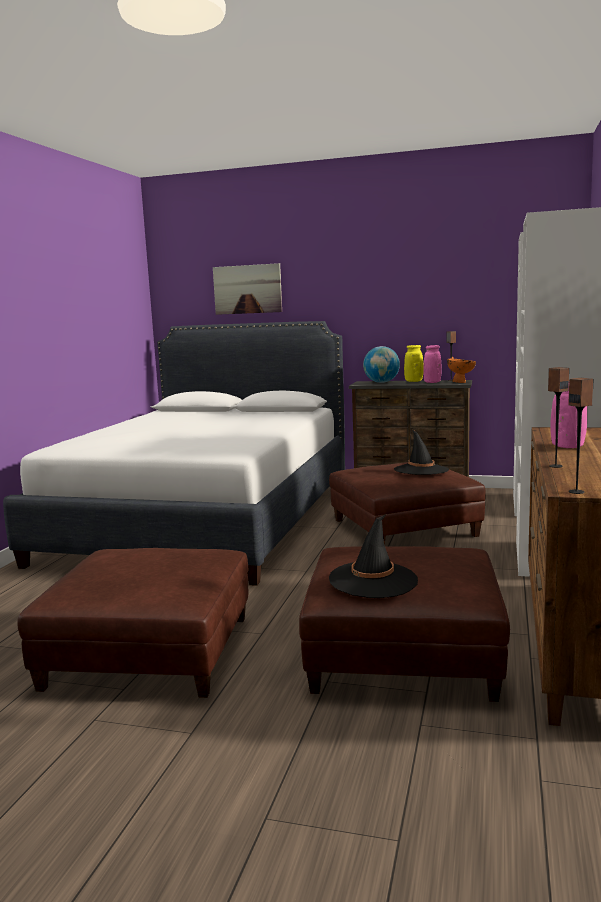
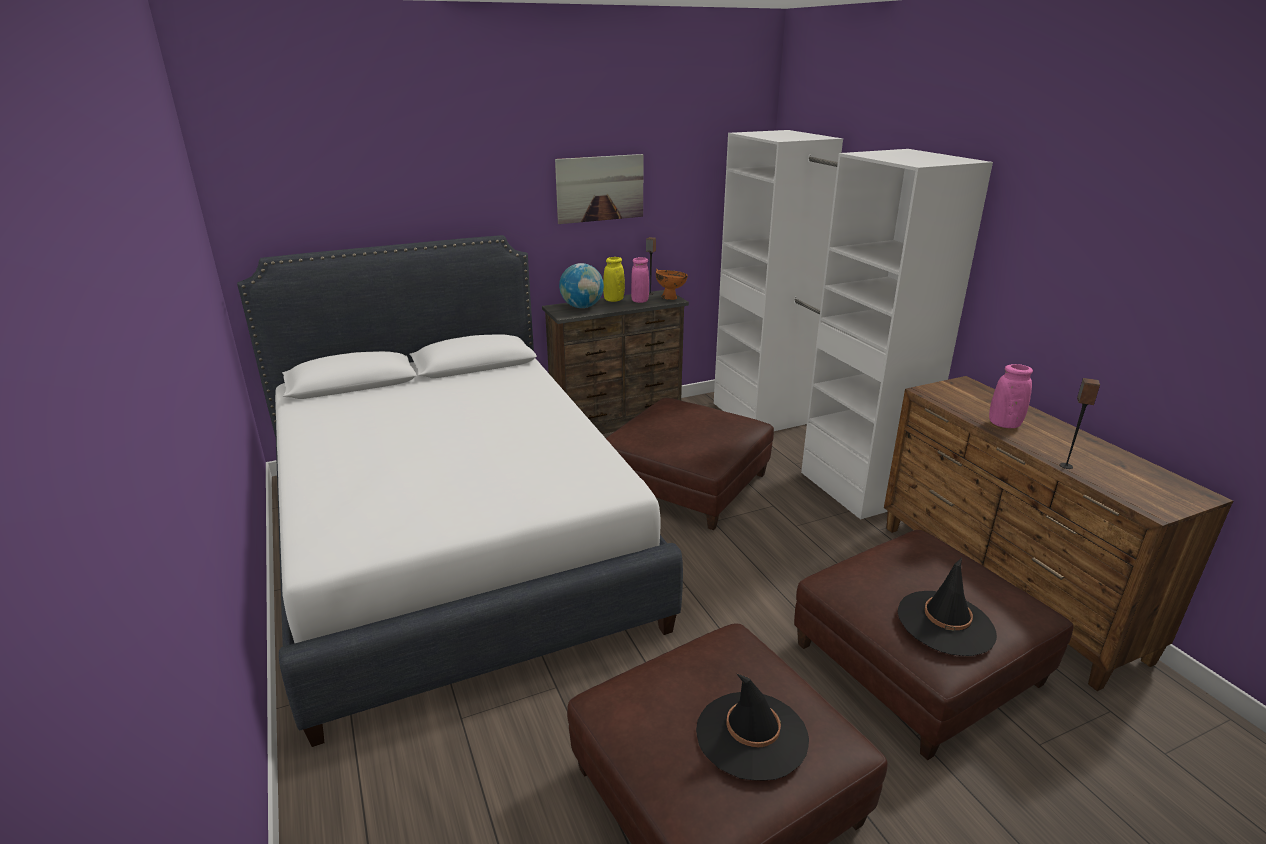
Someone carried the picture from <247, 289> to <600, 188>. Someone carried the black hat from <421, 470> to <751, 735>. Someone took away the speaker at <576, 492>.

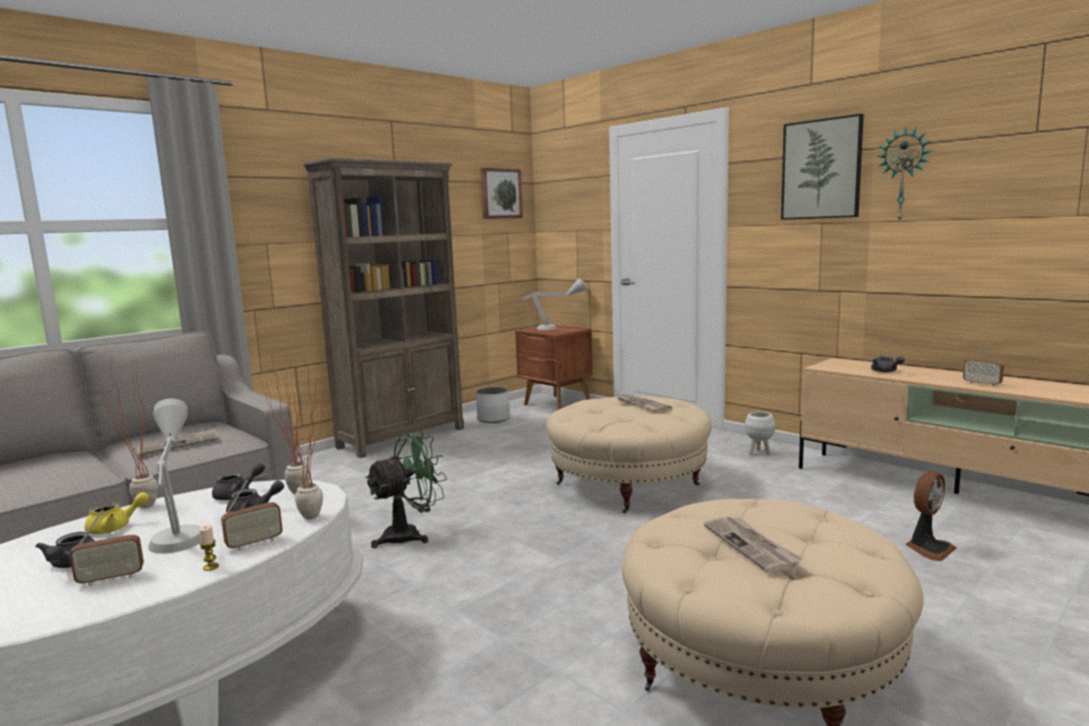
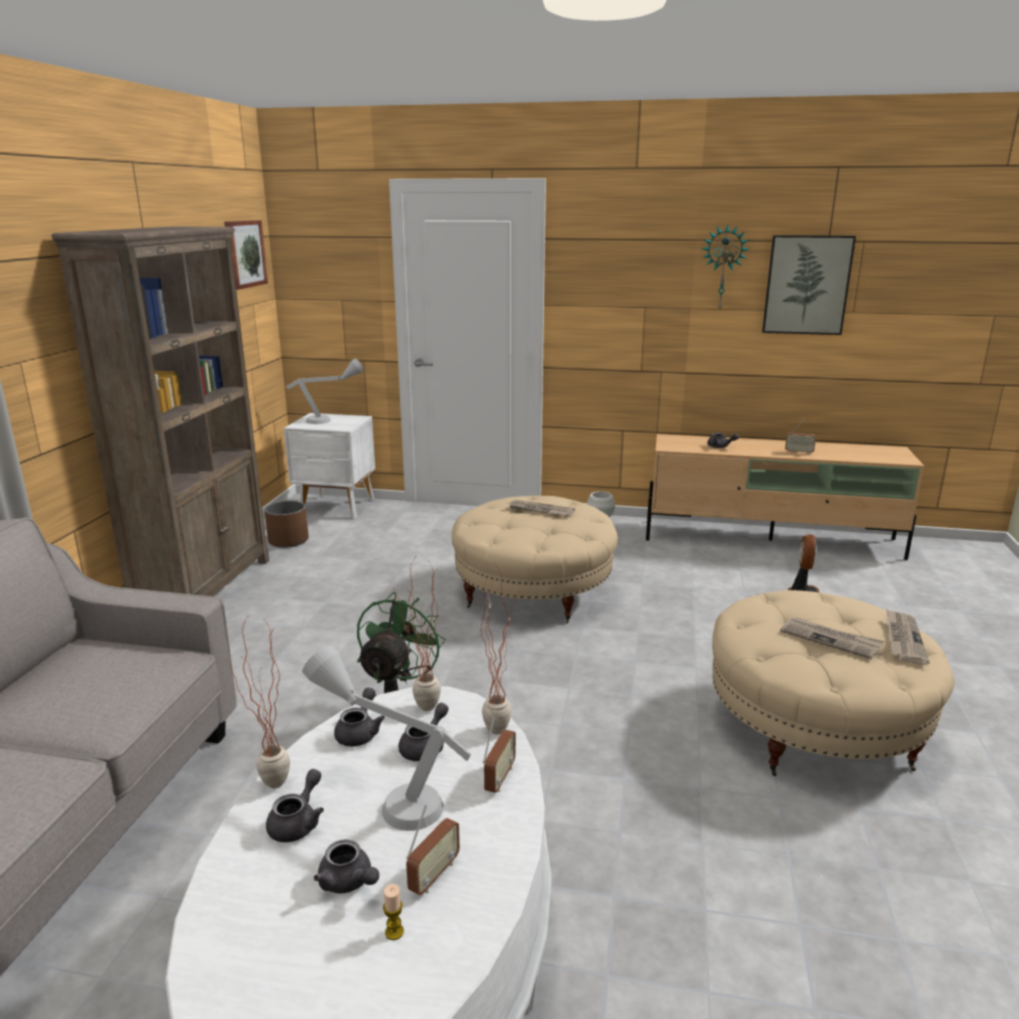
Someone repainted the white planter at <494, 419>, which became the brown planter at <289, 540>. Someone repainted the yellow teapot at <115, 527>, which became the grey teapot at <298, 822>. Someone repainted the brown nightstand at <557, 404>, which became the white nightstand at <337, 507>. Someone carried the candle from <211, 567> to <394, 932>. Someone carried the picture from <821, 169> to <807, 285>. Someone carried the newspaper from <178, 444> to <903, 639>.

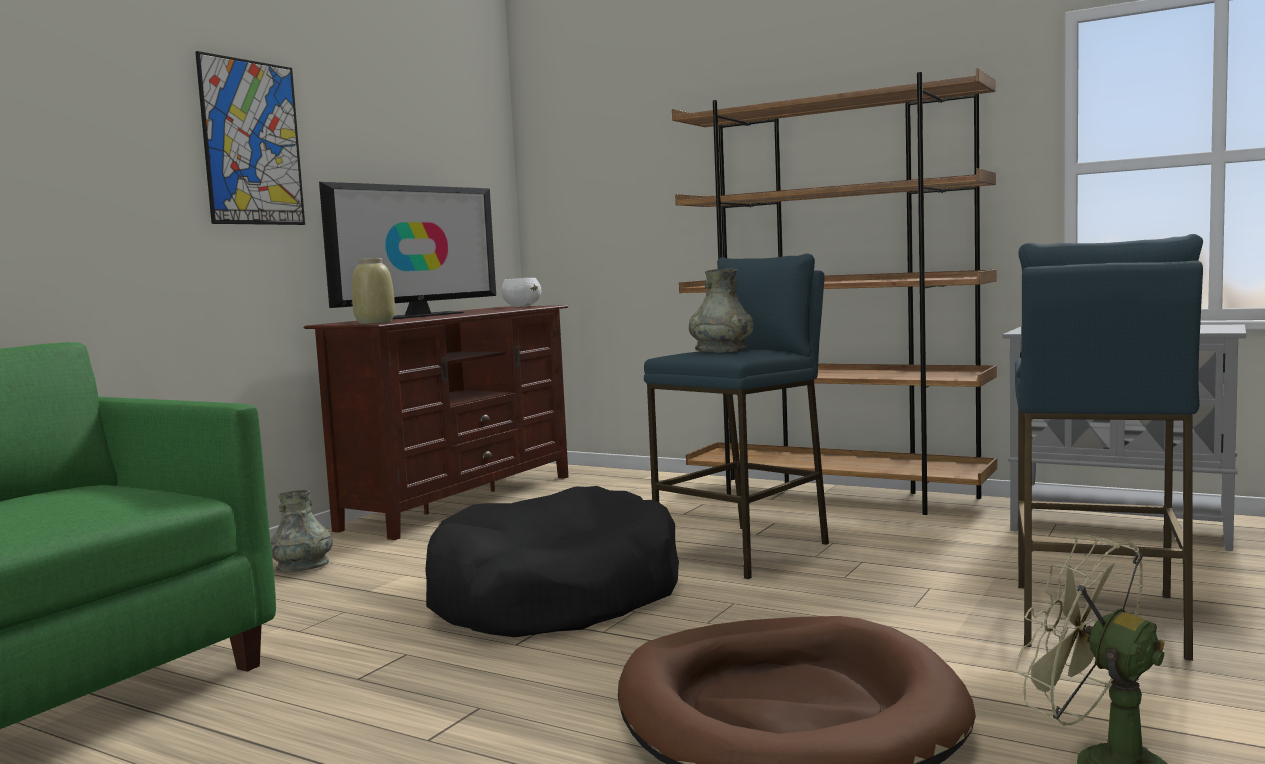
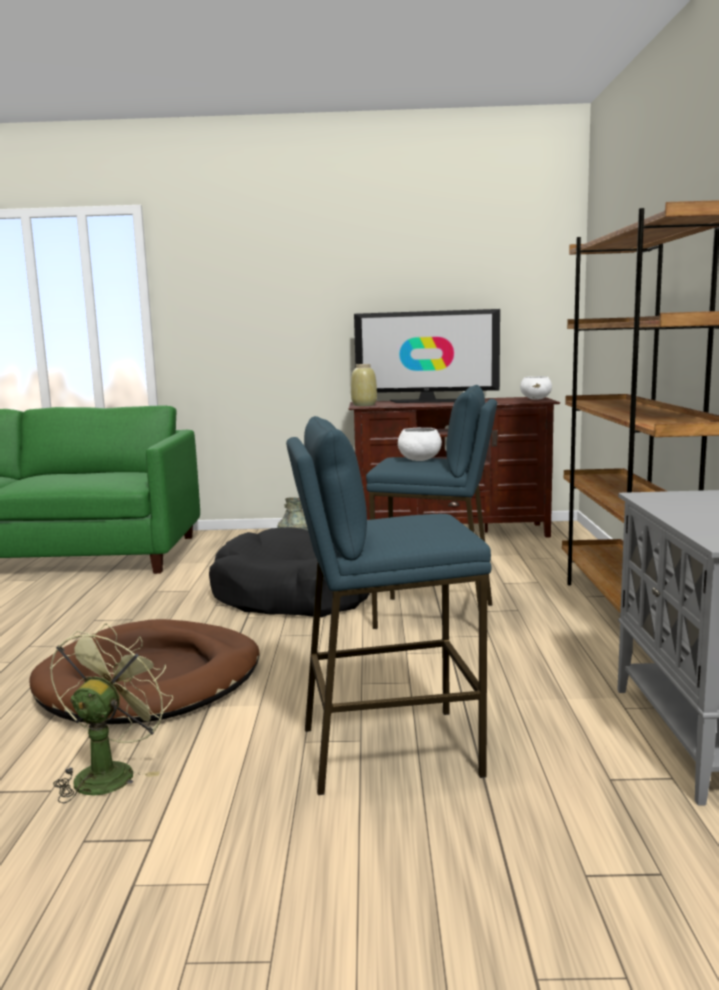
Someone swapped the grey vase at <721, 350> for the white bowl at <419, 460>. Someone took away the picture at <252, 143>.

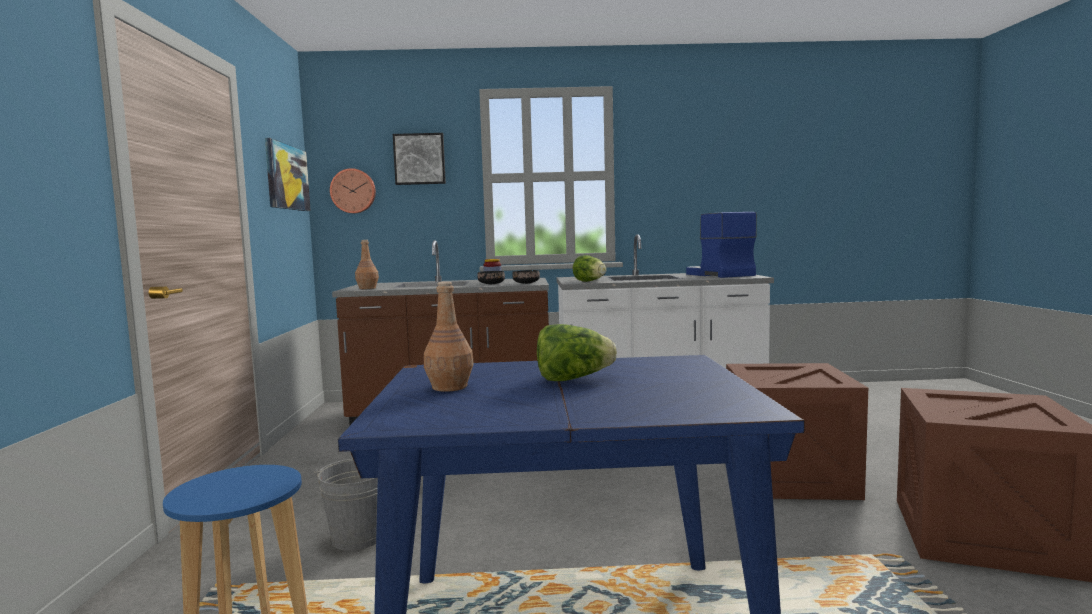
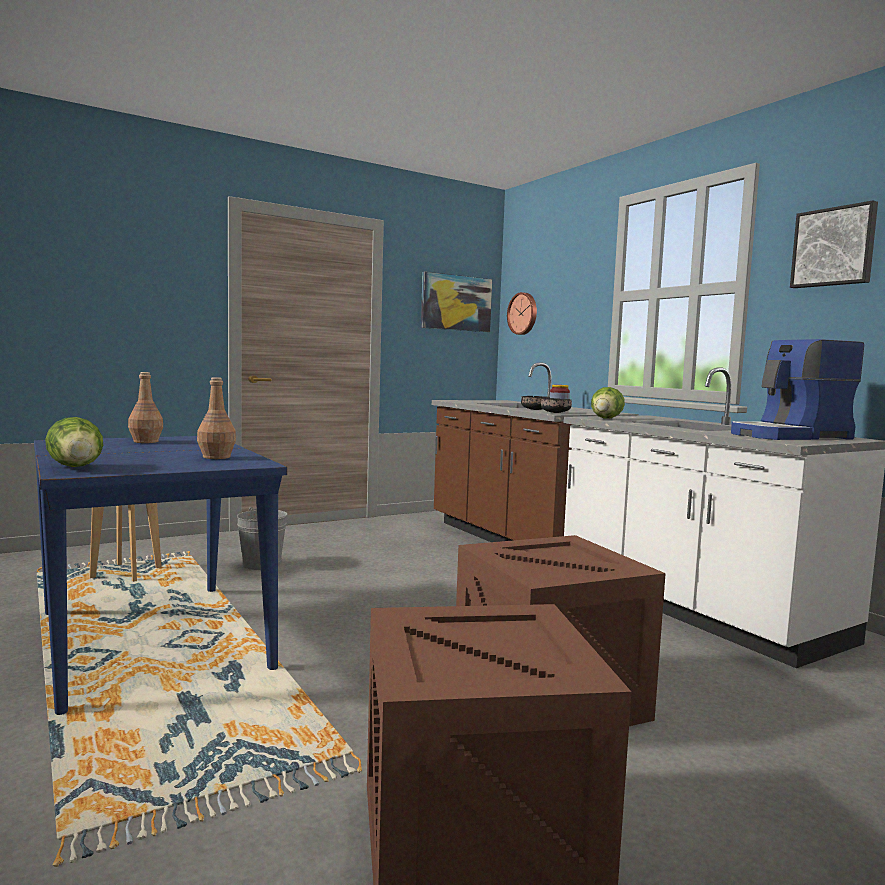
Someone carried the lettuce from <573, 379> to <77, 468>. Someone carried the brown bottle from <367, 288> to <216, 457>. Someone rotated the coffee machine at <718, 275> by 150 degrees counterclockwise. Someone carried the picture from <419, 159> to <834, 247>.

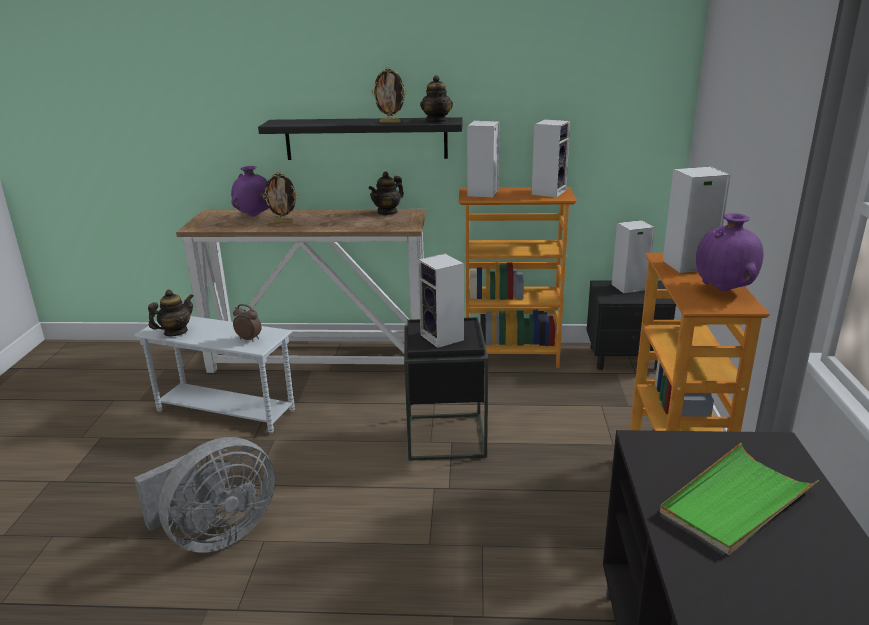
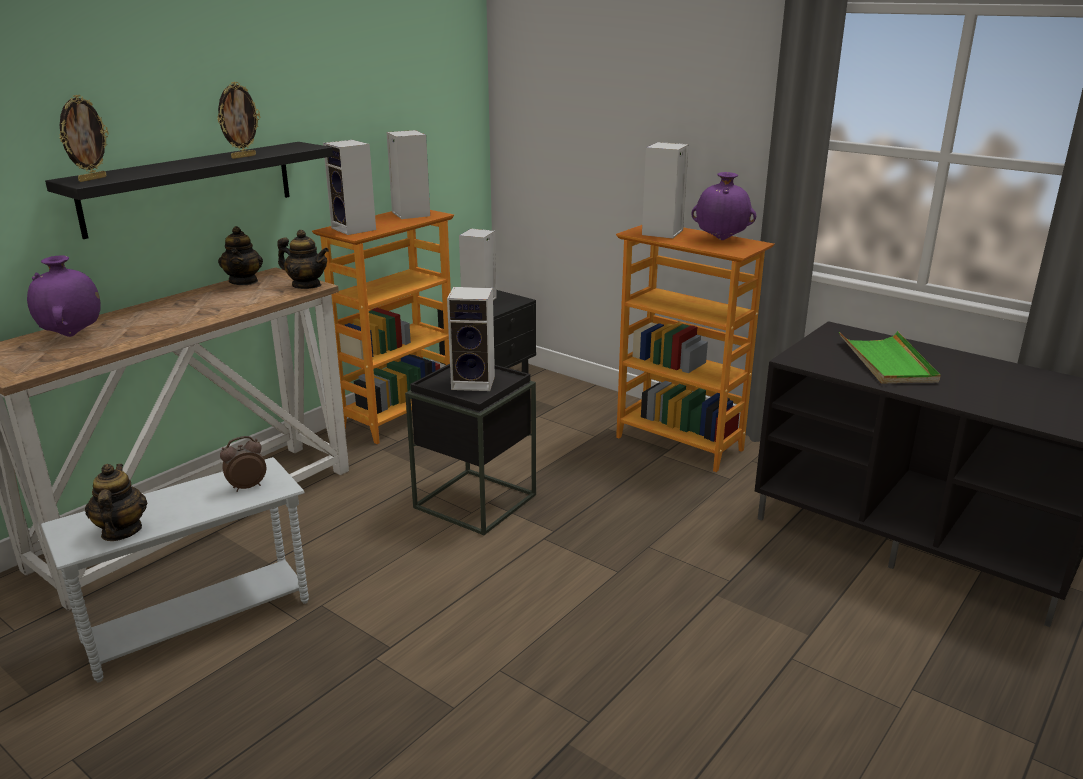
Someone carried the picture frame from <283, 222> to <92, 179>. Someone carried the teapot from <437, 121> to <306, 285>. Someone took away the grey fan at <216, 535>.

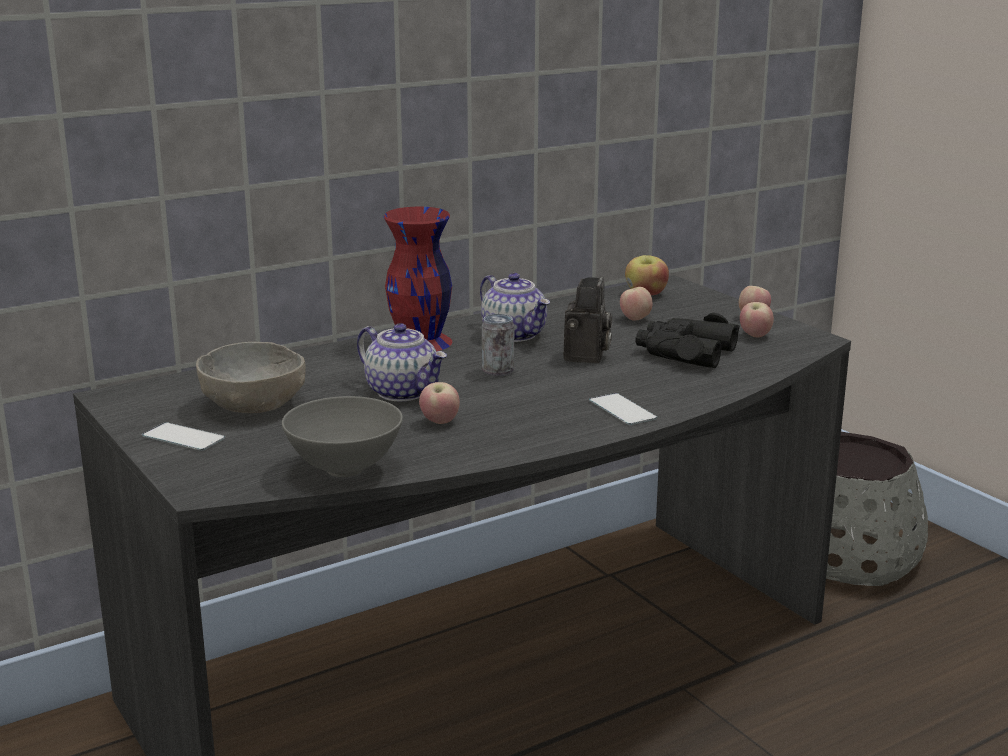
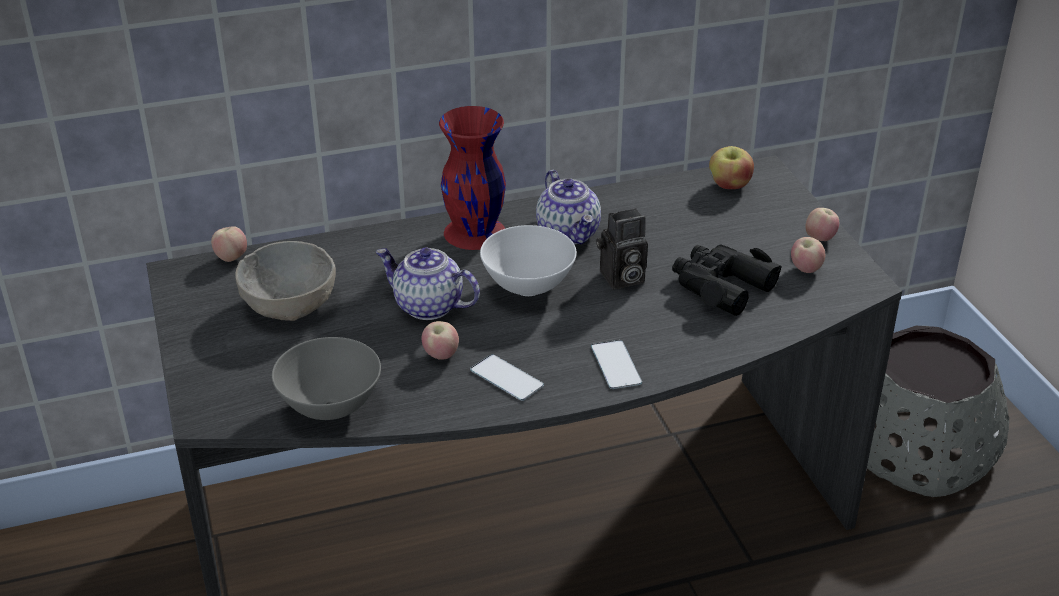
Someone carried the apple from <635, 319> to <231, 258>. Someone rotated the teapot at <403, 392> by 150 degrees clockwise. Someone carried the phone from <183, 437> to <506, 378>. Someone swapped the can at <498, 371> for the white bowl at <527, 288>. Someone rotated the photo camera at <586, 357> by 45 degrees clockwise.

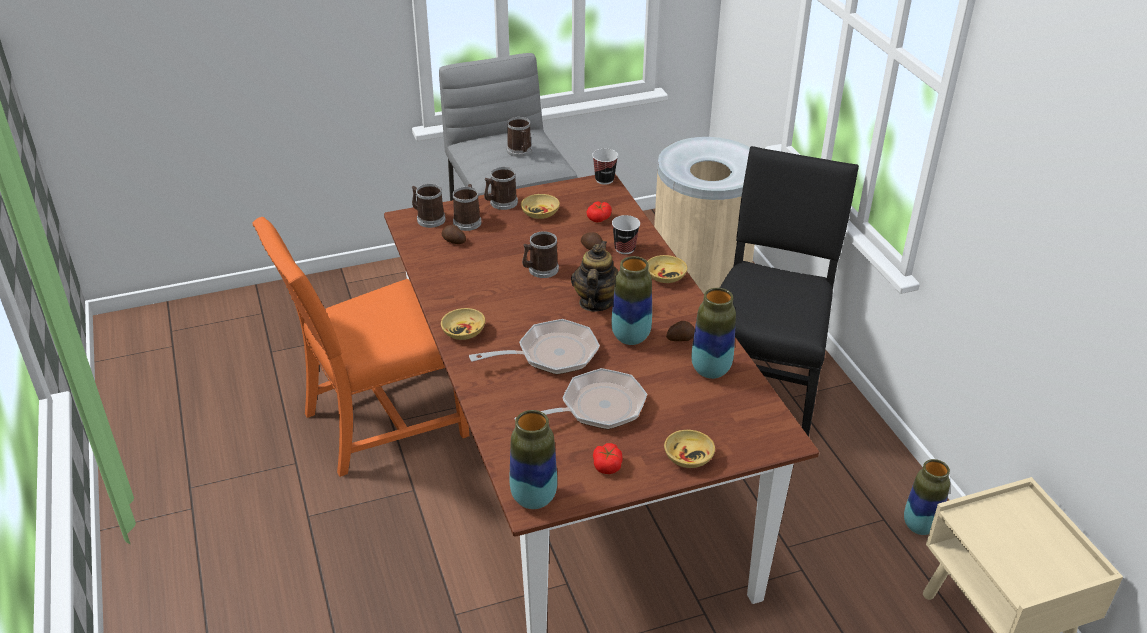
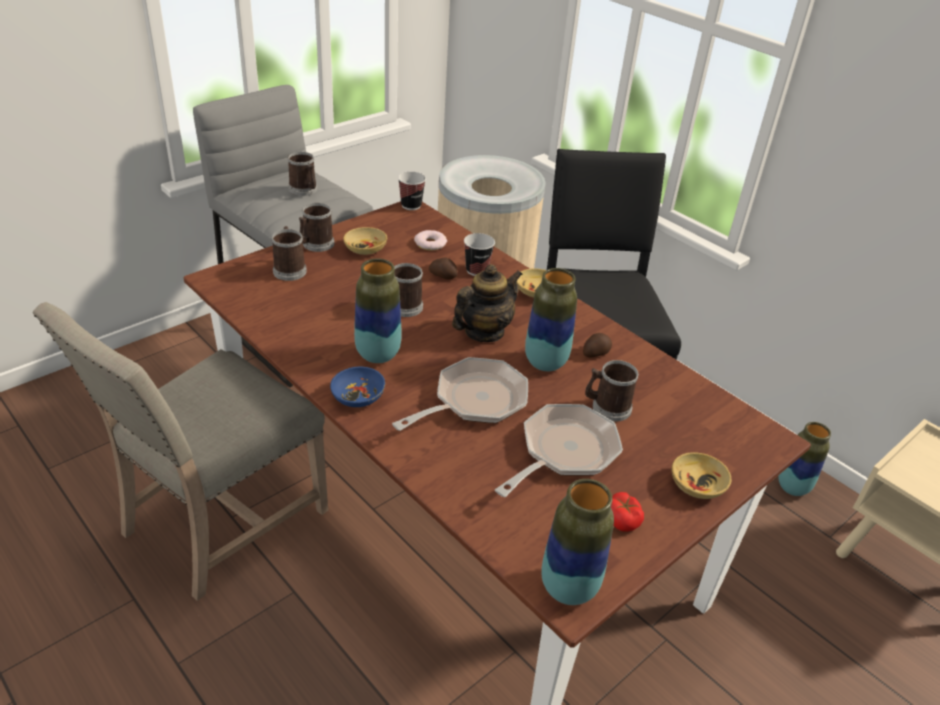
Someone repainted the orange chair at <379, 423>, which became the beige chair at <218, 522>. Someone repainted the beige bowl at <464, 332>, which became the blue bowl at <358, 396>. Someone carried the vase from <710, 370> to <378, 354>. Someone swapped the tomato at <599, 218> for the donut at <430, 244>. Someone rotated the teapot at <595, 302> by 60 degrees clockwise. Someone carried the mug from <428, 218> to <607, 407>. Someone took away the potato at <453, 241>.

